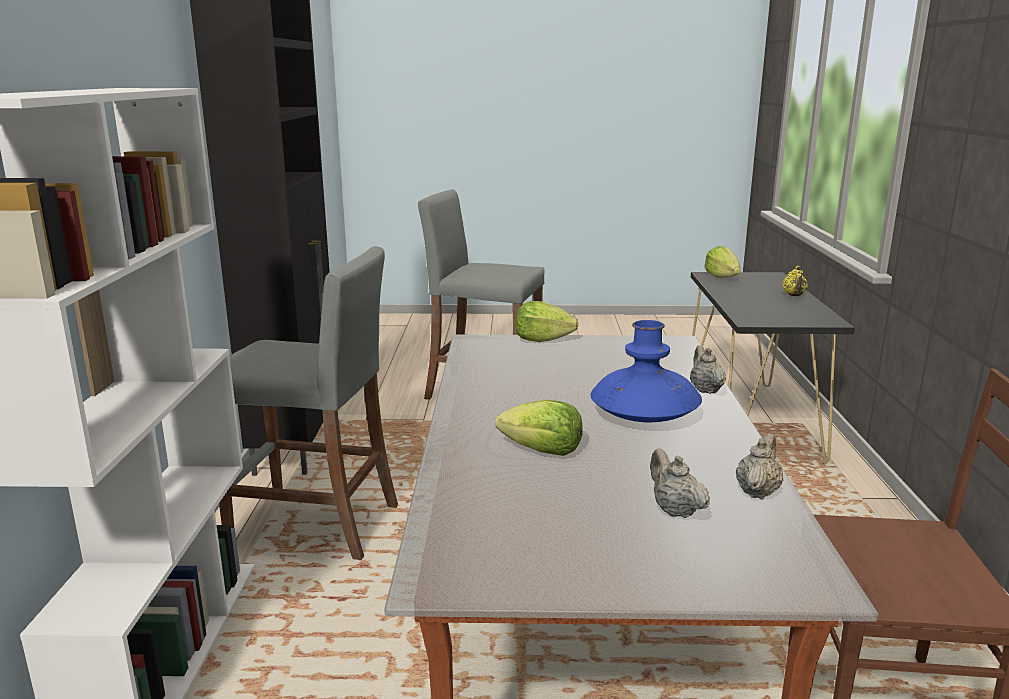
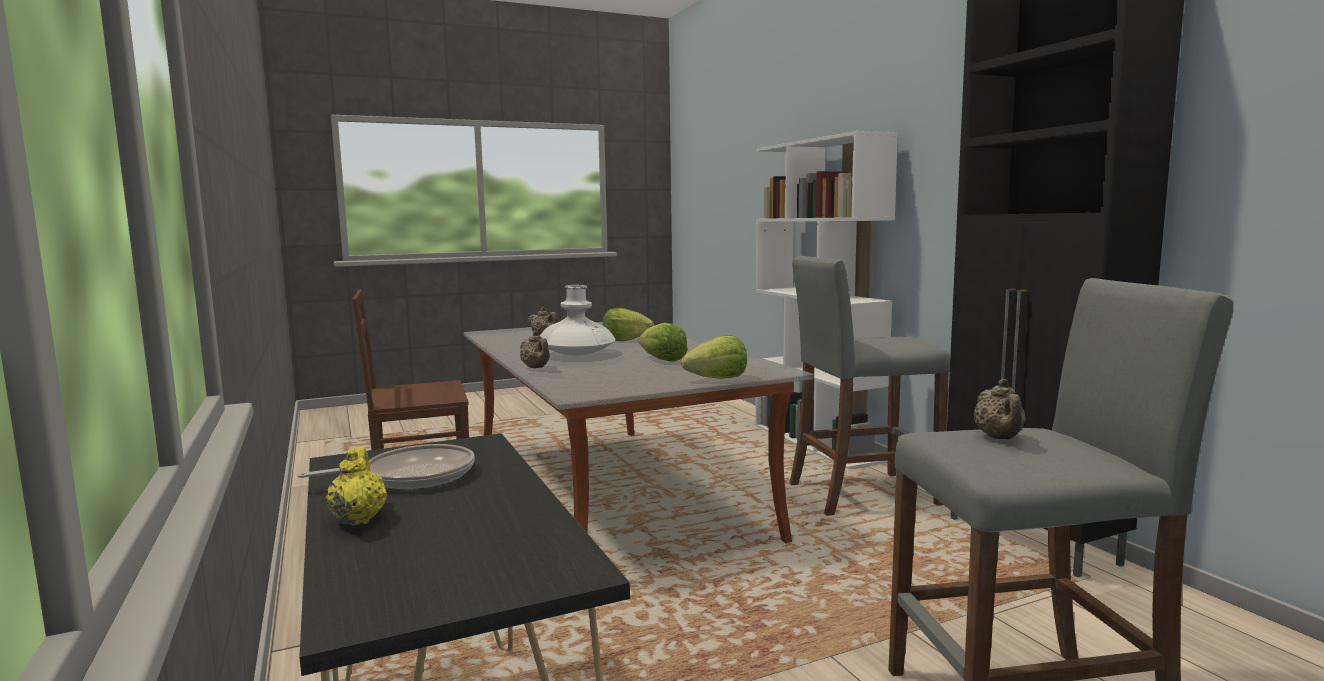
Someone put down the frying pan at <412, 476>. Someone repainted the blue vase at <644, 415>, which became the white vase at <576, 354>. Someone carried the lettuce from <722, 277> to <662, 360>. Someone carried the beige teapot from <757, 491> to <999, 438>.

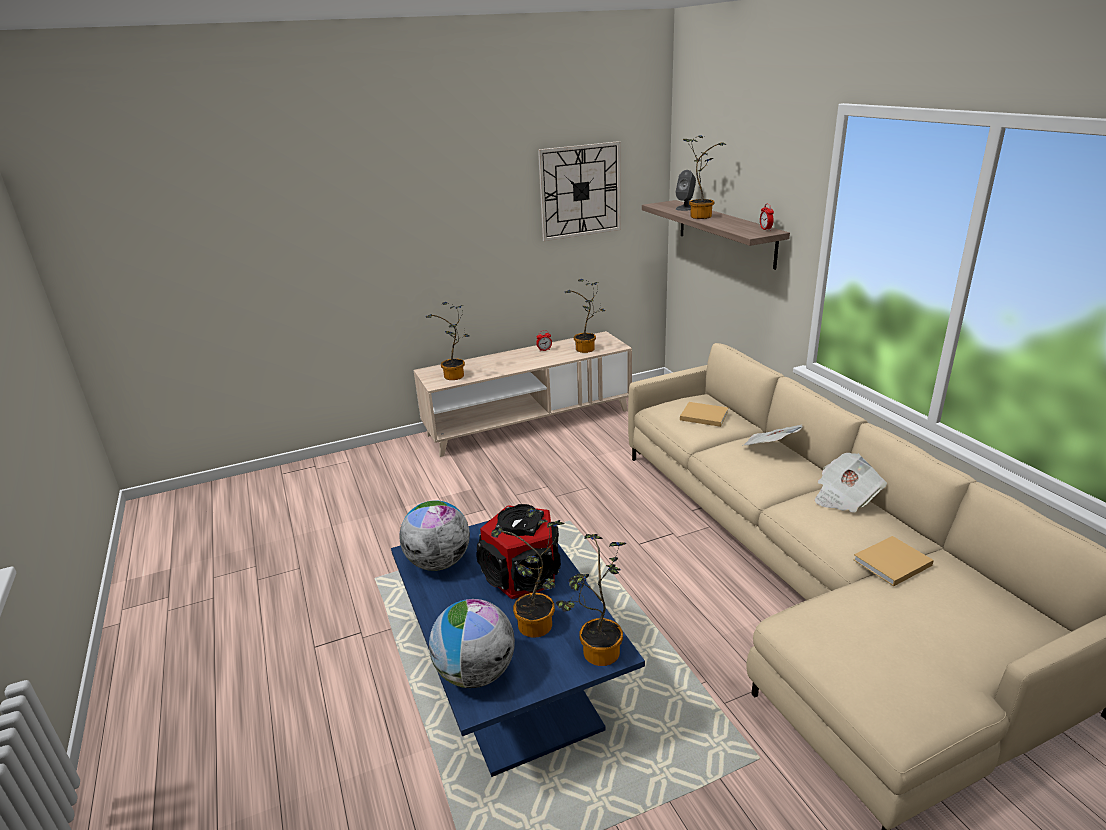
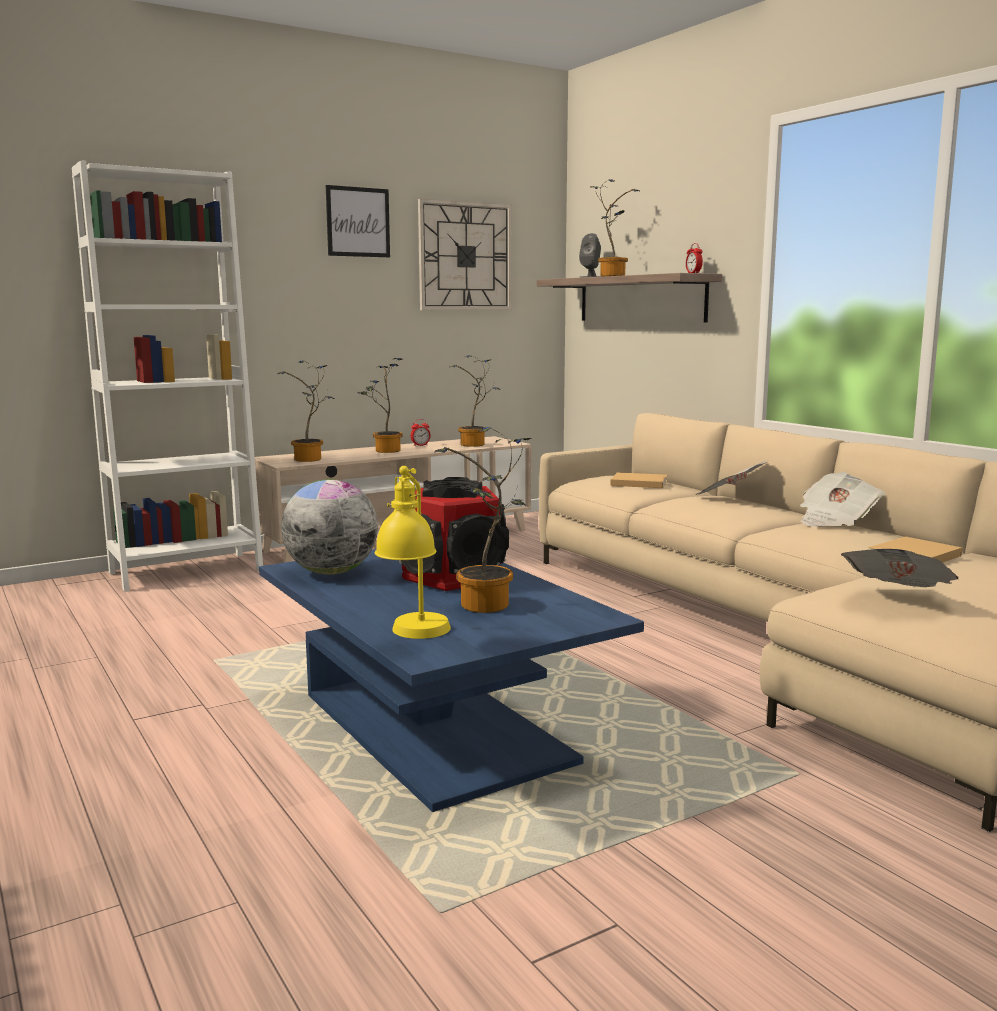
Someone put down the white bookcase at <186, 571>. Someone put up the picture at <358, 222>. Someone carried the potted plant from <596, 655> to <384, 451>. Someone swapped the globe at <475, 673> for the yellow table lamp at <415, 637>. Someone put down the newspaper at <898, 598>.

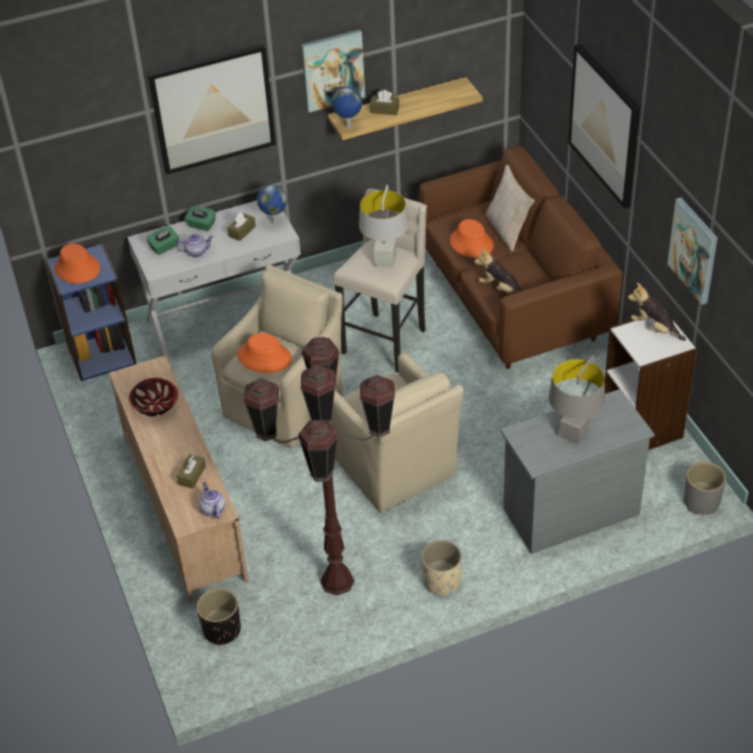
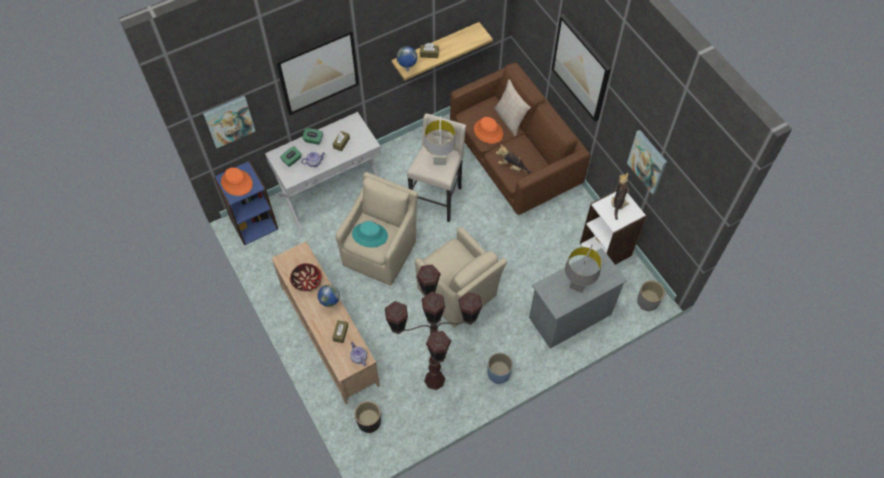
Someone carried the picture from <332, 70> to <229, 121>. Someone carried the globe from <274, 222> to <330, 304>. Someone repainted the orange hat at <264, 357>, which became the turquoise hat at <370, 235>. Someone repainted the beige planter at <441, 581>, which became the blue planter at <498, 373>. Someone rotated the plush toy at <654, 328> by 75 degrees clockwise.

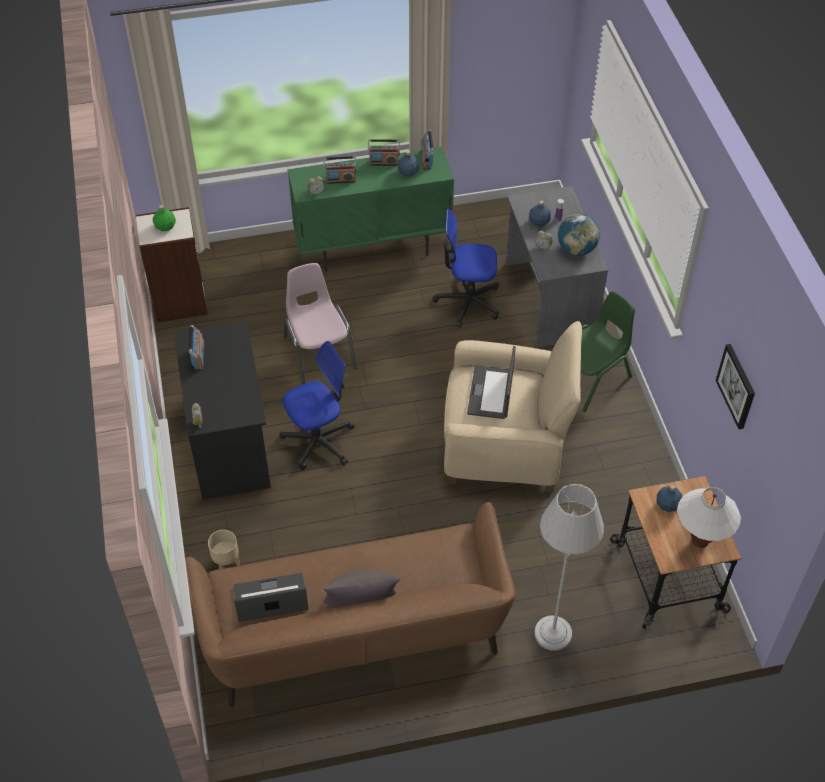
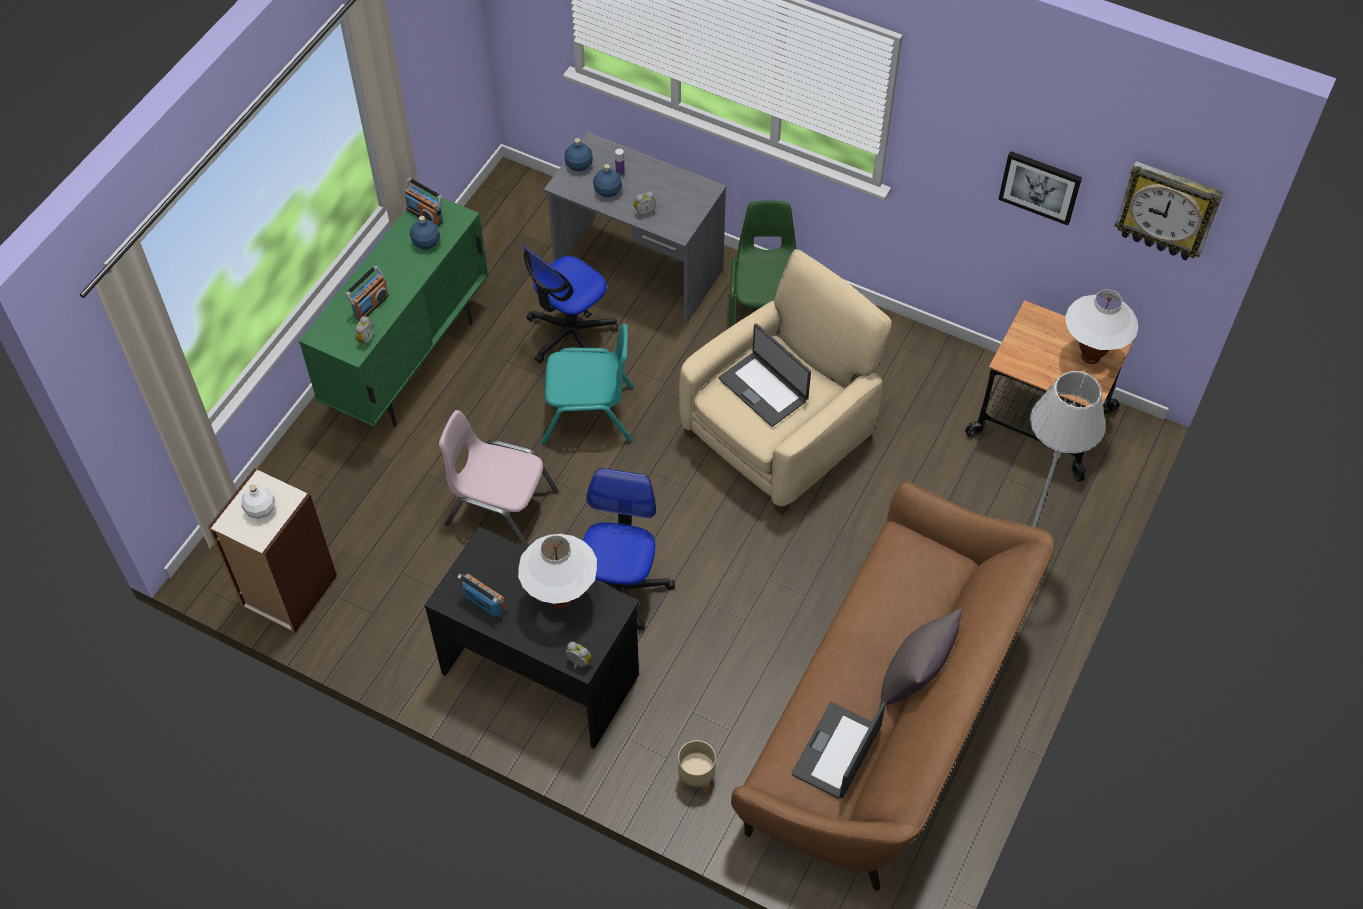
Someone repainted the green bottle at <165, 227>, which became the white bottle at <260, 510>. Someone put down the white table lamp at <561, 600>. Someone put down the turquoise chair at <588, 414>. Someone carried the blue bottle from <668, 505> to <579, 165>. Someone put up the wall clock at <1168, 210>. Someone took away the radio at <384, 162>. Someone took away the globe at <576, 249>.

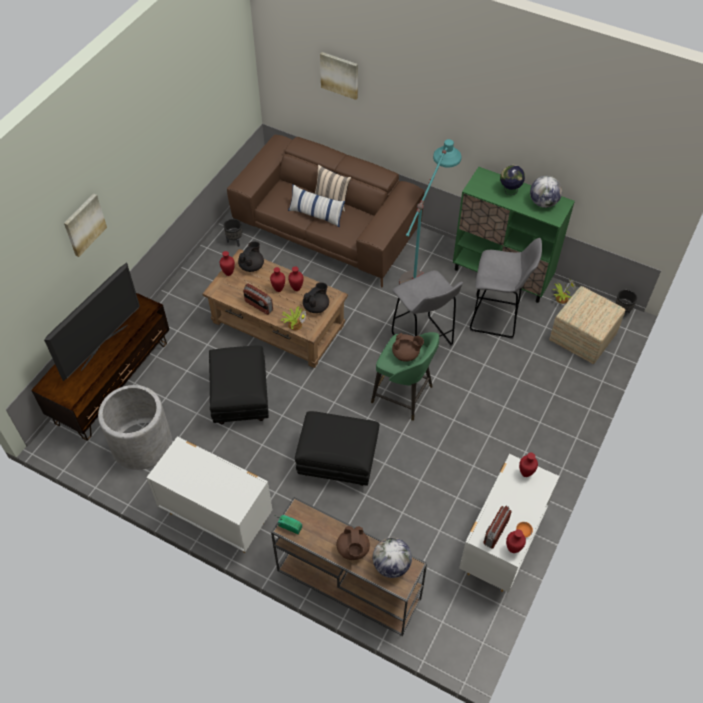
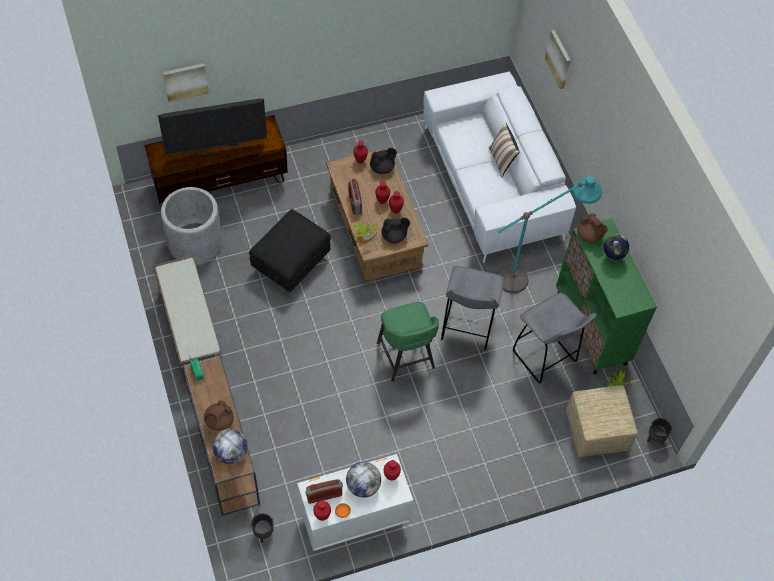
Someone swapped the white dresser at <216, 517> for the brown bench at <190, 332>. Someone carried the picture from <84, 224> to <185, 81>. Someone carried the black planter from <235, 242> to <263, 534>. Someone carried the globe from <543, 202> to <363, 486>. Someone repainted the brown sofa at <327, 230>, which became the white sofa at <492, 183>. Someone carried the brown teapot from <406, 354> to <589, 235>. Someone took away the pillow at <316, 214>. Someone took away the black ottoman at <337, 461>.

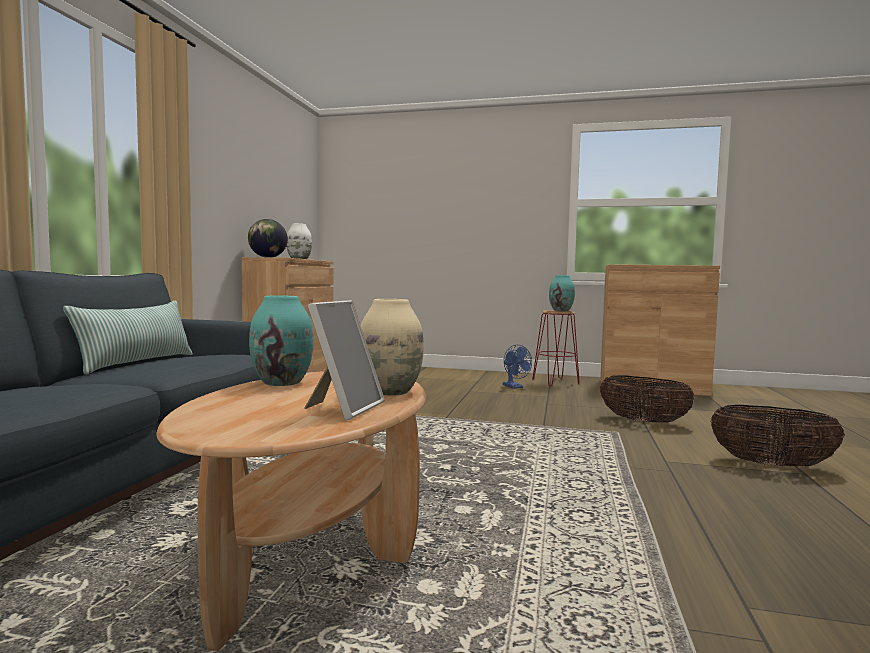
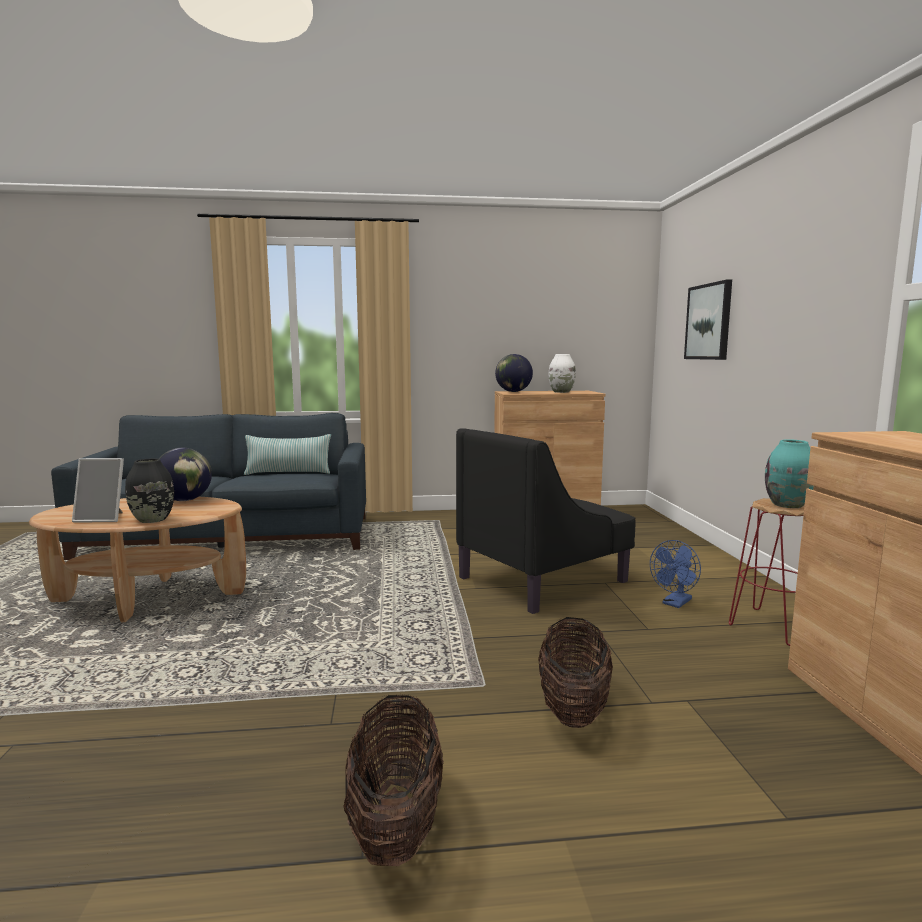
Someone repainted the beige vase at <390, 392>, which became the black vase at <152, 520>. Someone swapped the turquoise vase at <282, 382> for the globe at <185, 500>. Someone put down the black armchair at <544, 579>. Someone put up the picture at <709, 322>.

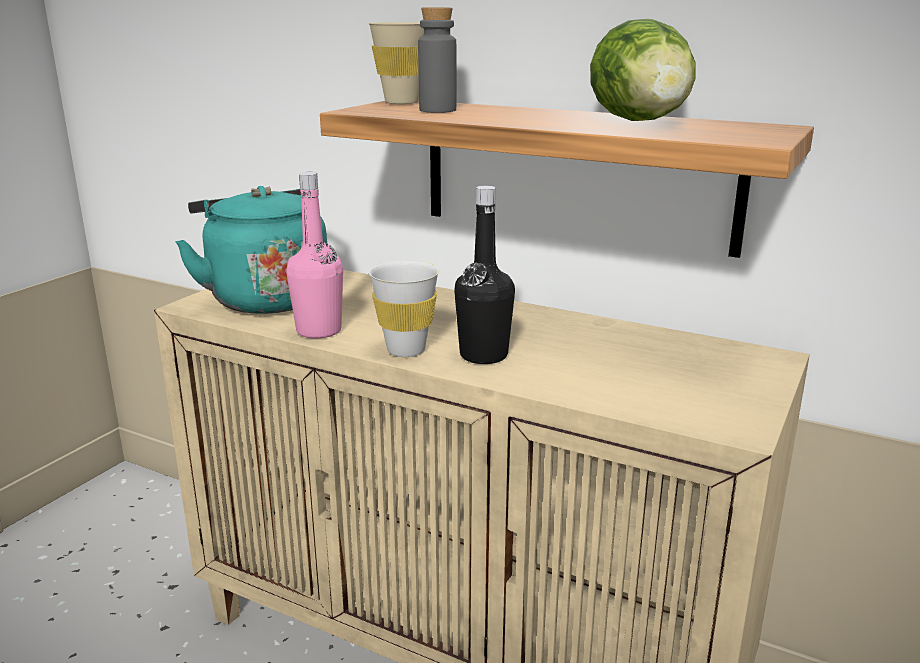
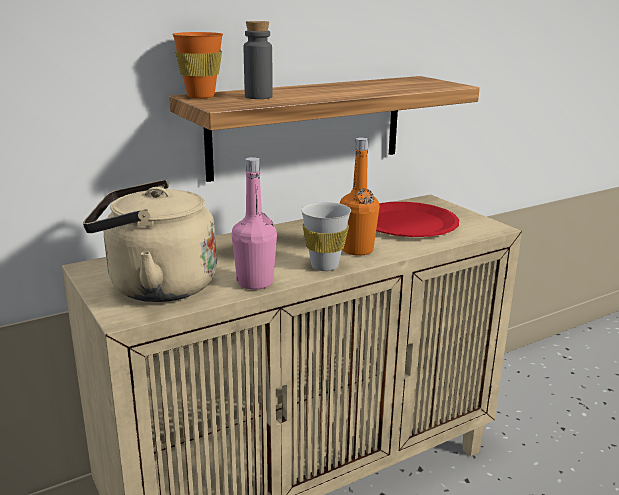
Someone repainted the turquoise kettle at <266, 298>, which became the beige kettle at <155, 287>. Someone repainted the beige cup at <401, 102>, which became the orange cup at <201, 96>. Someone repainted the black bottle at <483, 355>, which became the orange bottle at <357, 250>. Someone put down the red plate at <407, 222>. Someone took away the lettuce at <644, 123>.

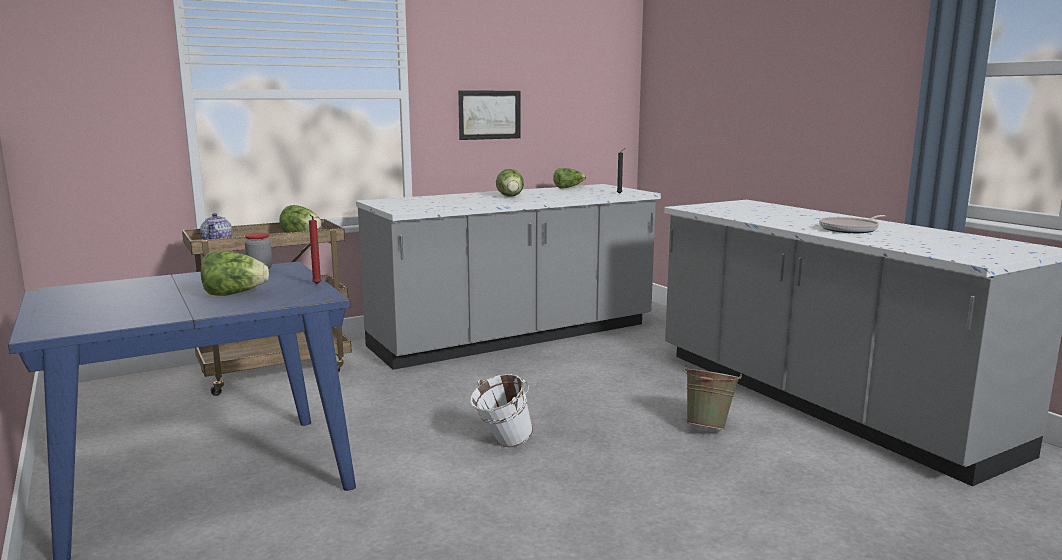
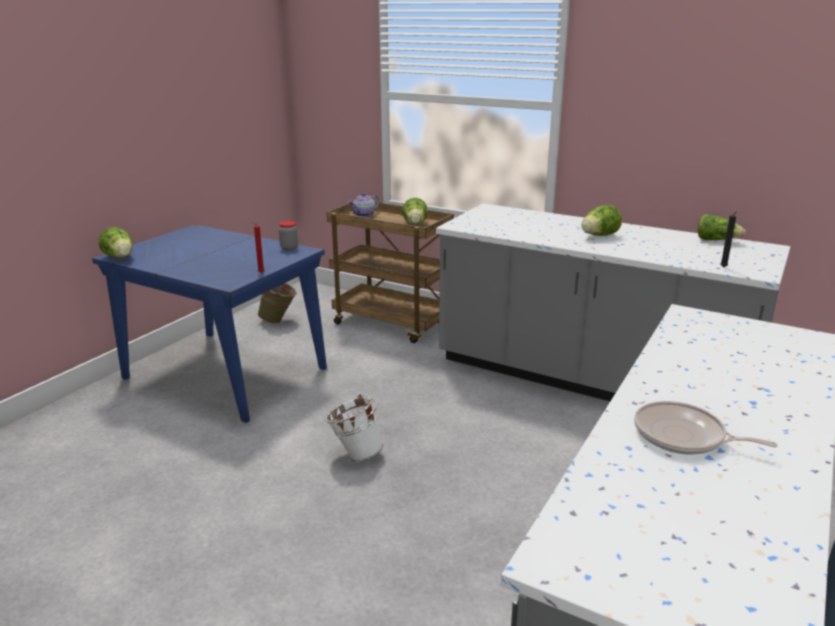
Someone carried the lettuce from <234, 294> to <120, 258>. Someone carried the green bucket from <708, 427> to <279, 321>. Someone took away the picture at <489, 115>.

